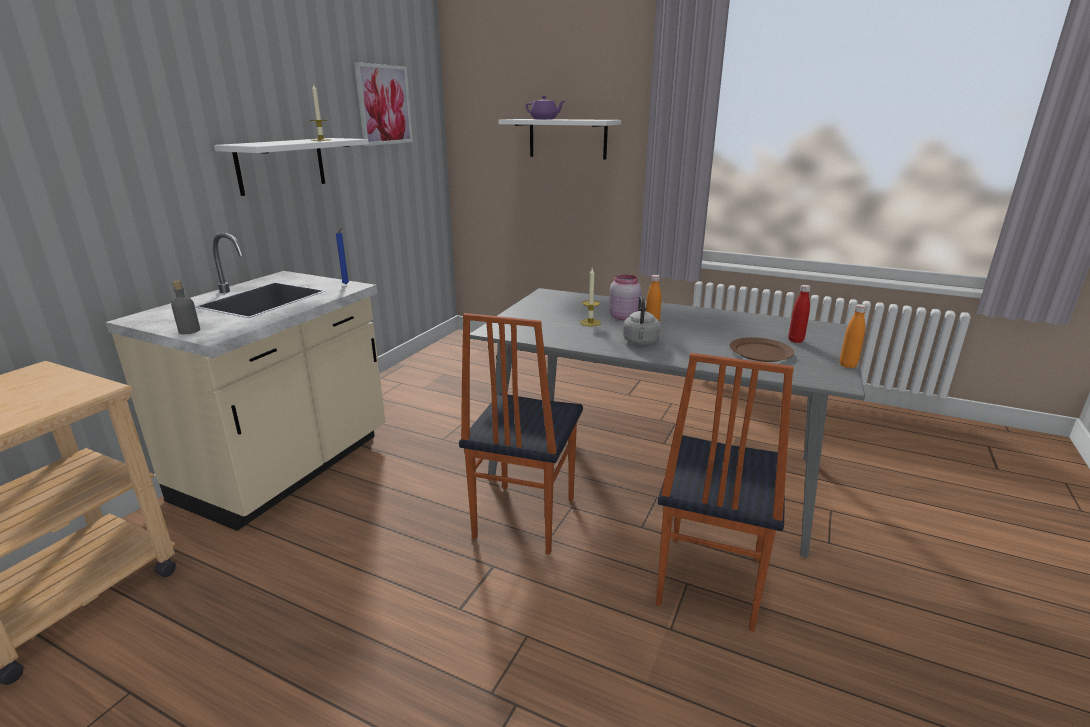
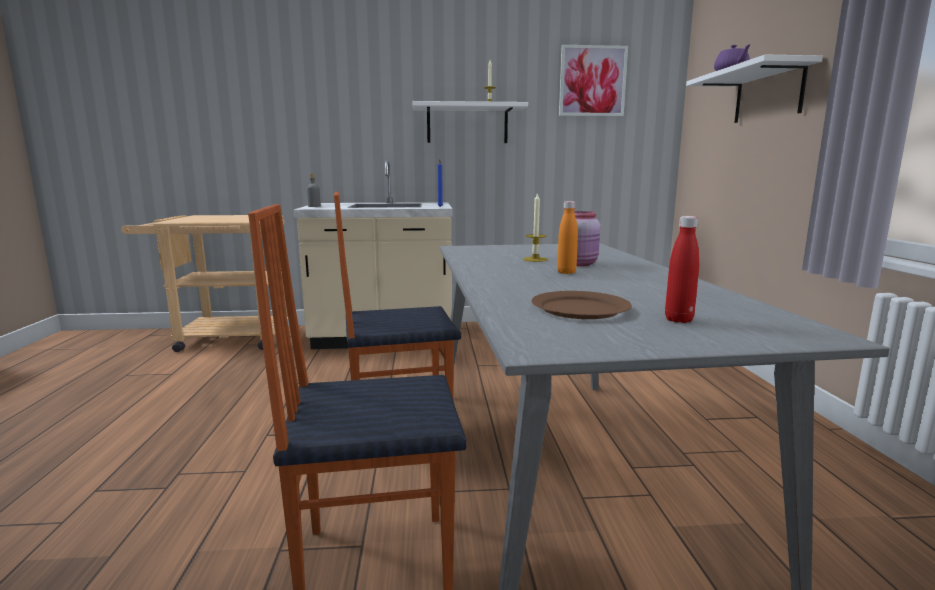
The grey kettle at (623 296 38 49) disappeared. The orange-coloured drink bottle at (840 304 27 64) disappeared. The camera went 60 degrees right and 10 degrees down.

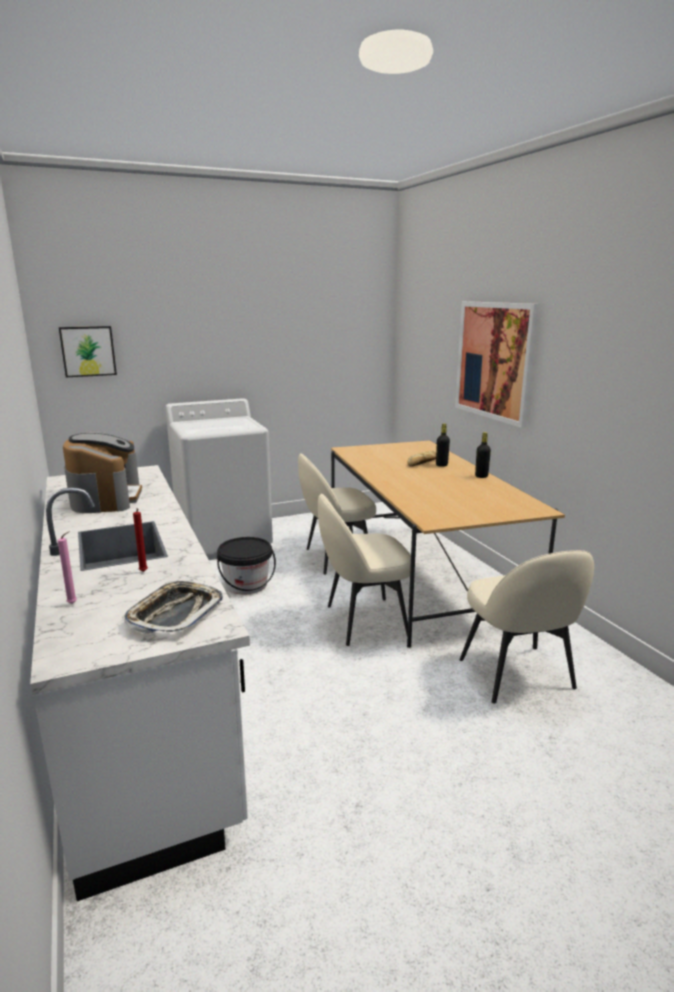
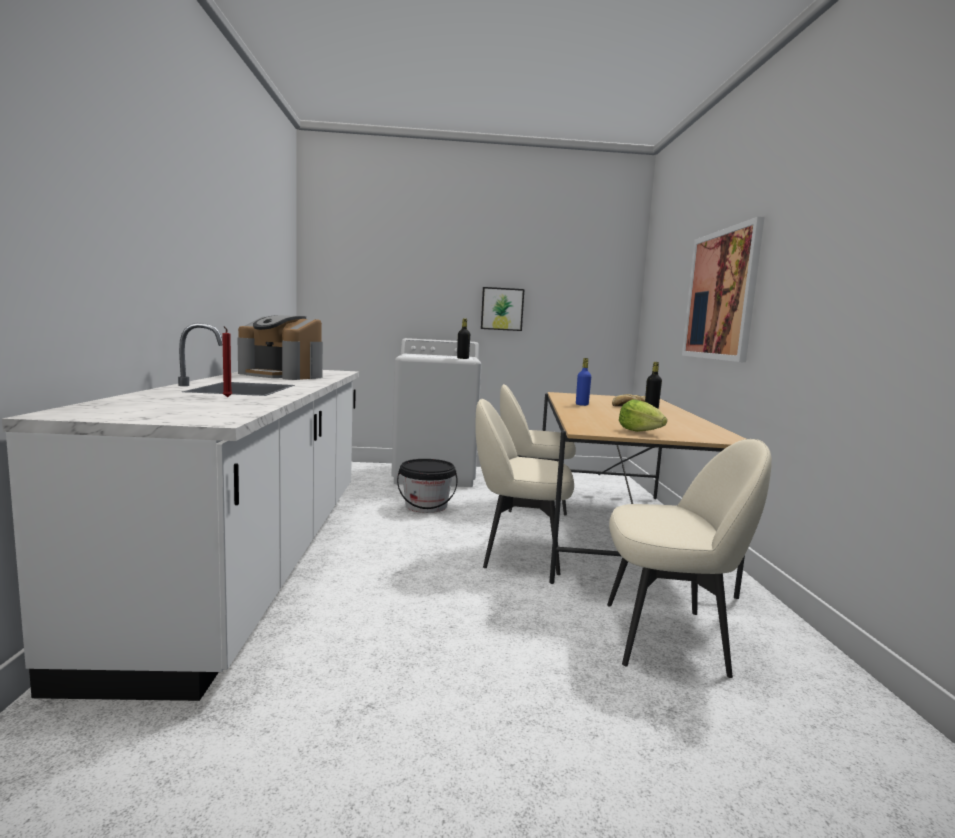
The wall picture moved from (59 326 58 51) to (481 287 43 44). The coffee brewer at (63 431 79 82) turned 105 degrees clockwise. The black drink bottle moved from (475 432 16 46) to (457 318 13 41). The pinkish wax light at (58 531 19 73) disappeared. The sand-coloured plain chair at (459 550 135 154) turned 90 degrees counterclockwise. The tray at (124 581 99 53) disappeared. The bluish drink bottle at (576 358 15 48) appeared. The lettuce at (619 399 48 33) appeared. The camera went 20 degrees right and 10 degrees down.

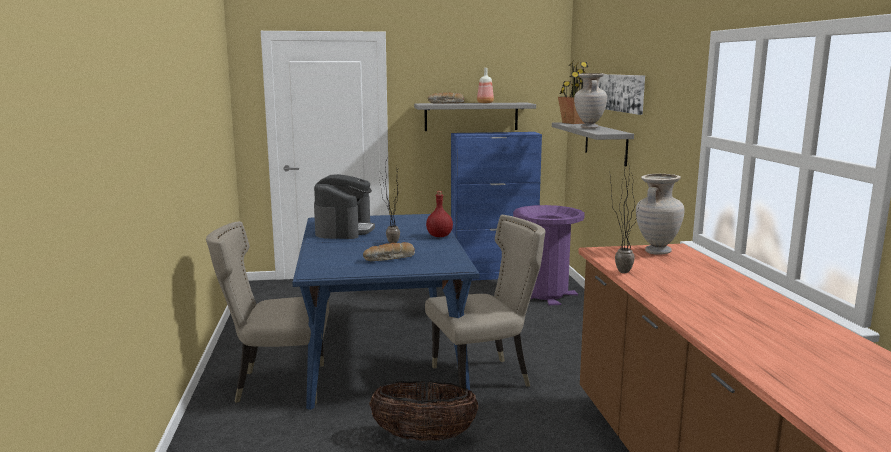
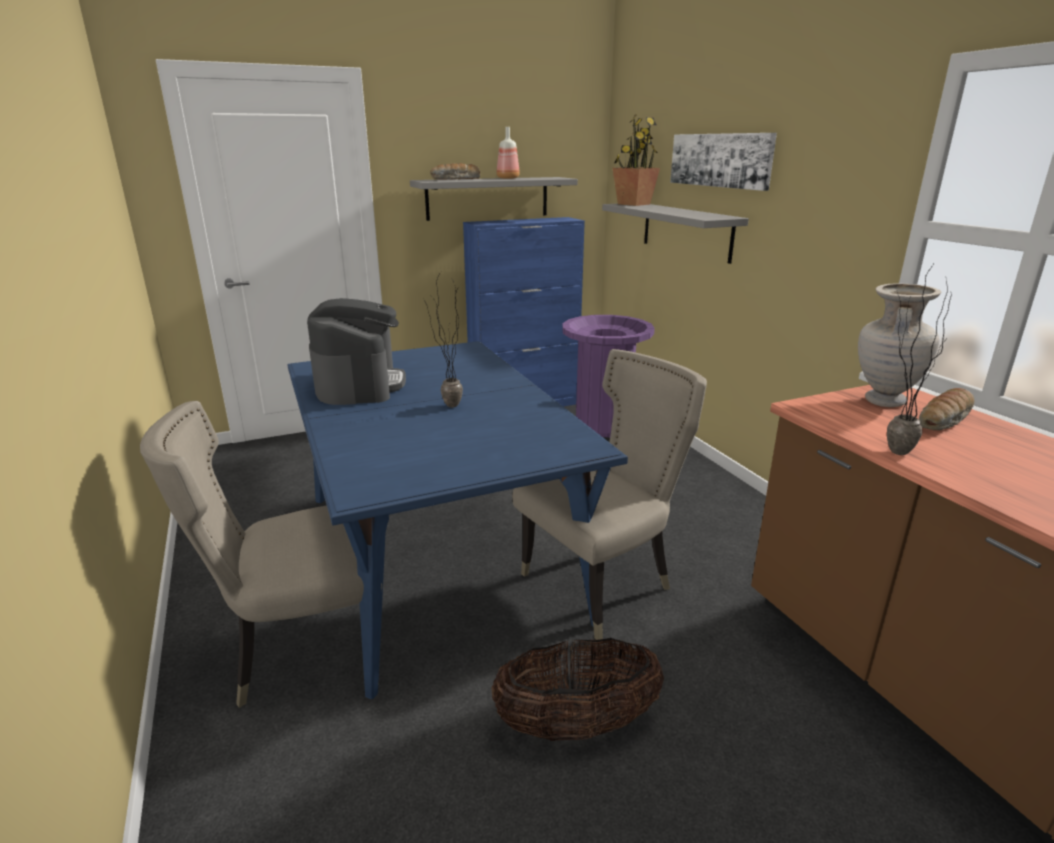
The sand-coloured flower vase at (574 73 33 56) disappeared. The red drink bottle at (426 191 27 46) disappeared. The baked bread moved from (363 242 52 19) to (919 388 55 43). The camera went 15 degrees left and 10 degrees up.

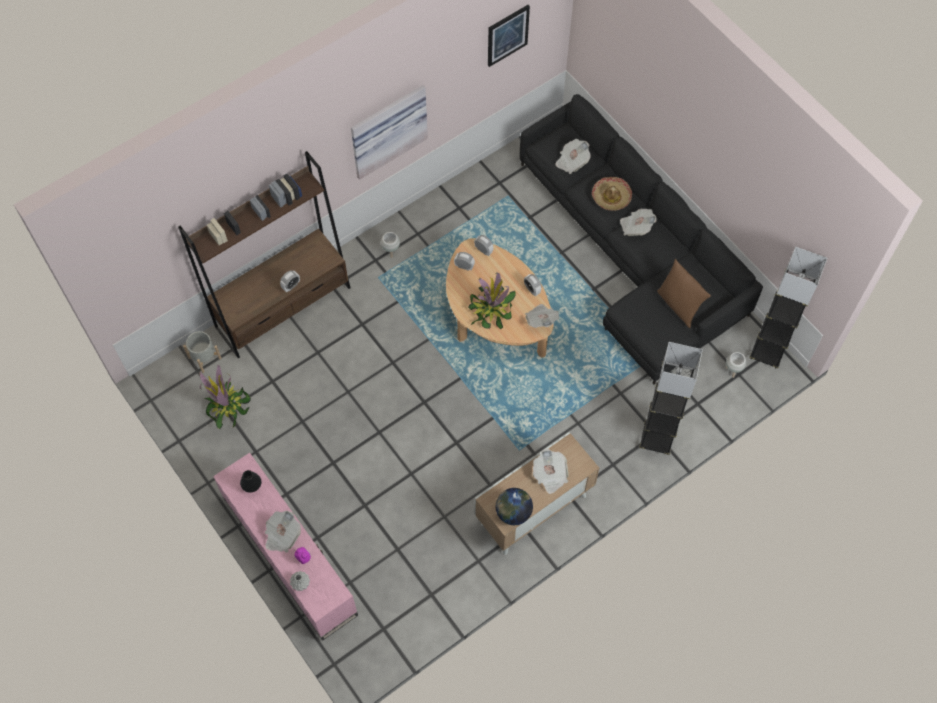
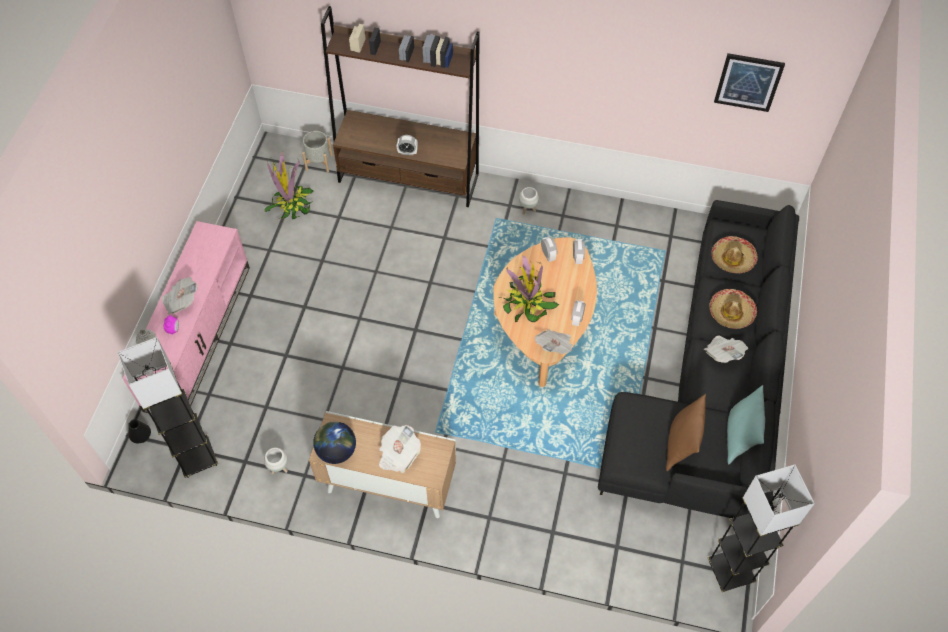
The wall picture at (351 85 77 95) disappeared. The printed paper at (555 139 36 35) was replaced by the hat at (712 236 46 37). The grey standard lamp moved from (639 342 64 113) to (117 337 101 141). The white-coloured flower pot moved from (726 352 20 26) to (264 447 24 27). The black flower vase moved from (240 470 21 23) to (128 419 23 24). The turquoise-coloured throw pillow at (727 385 38 79) appeared. The camera went 50 degrees right and 5 degrees down.

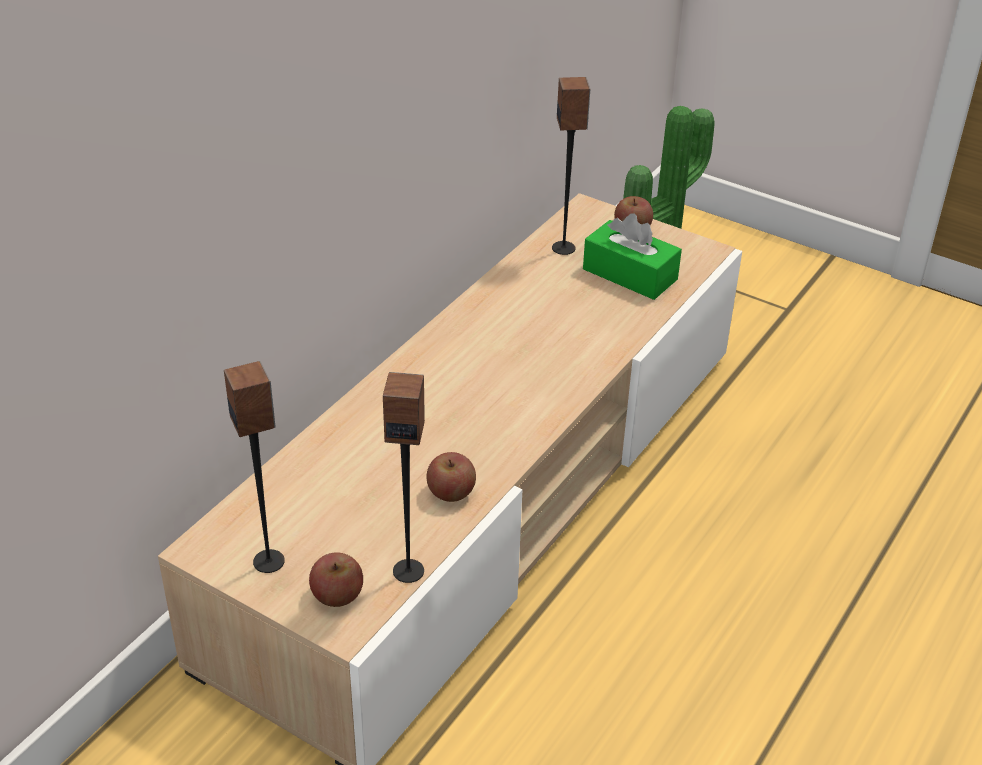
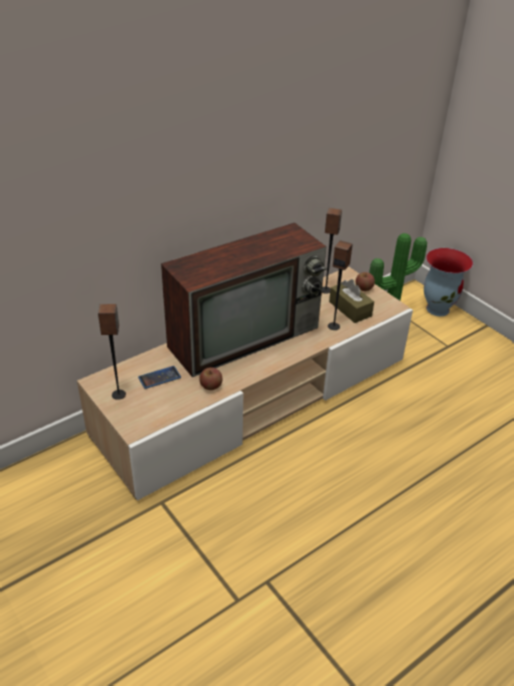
The green box of tissues at (583 213 99 87) became the brown box of tissues at (329 279 45 44). The loudspeaker moved from (383 372 42 211) to (328 240 25 90). The whole apple at (309 552 54 55) disappeared. The TV set at (161 223 166 154) appeared. The flower vase at (424 248 49 68) appeared. The handset at (138 366 43 23) appeared. The camera went 20 degrees right and 0 degrees up.

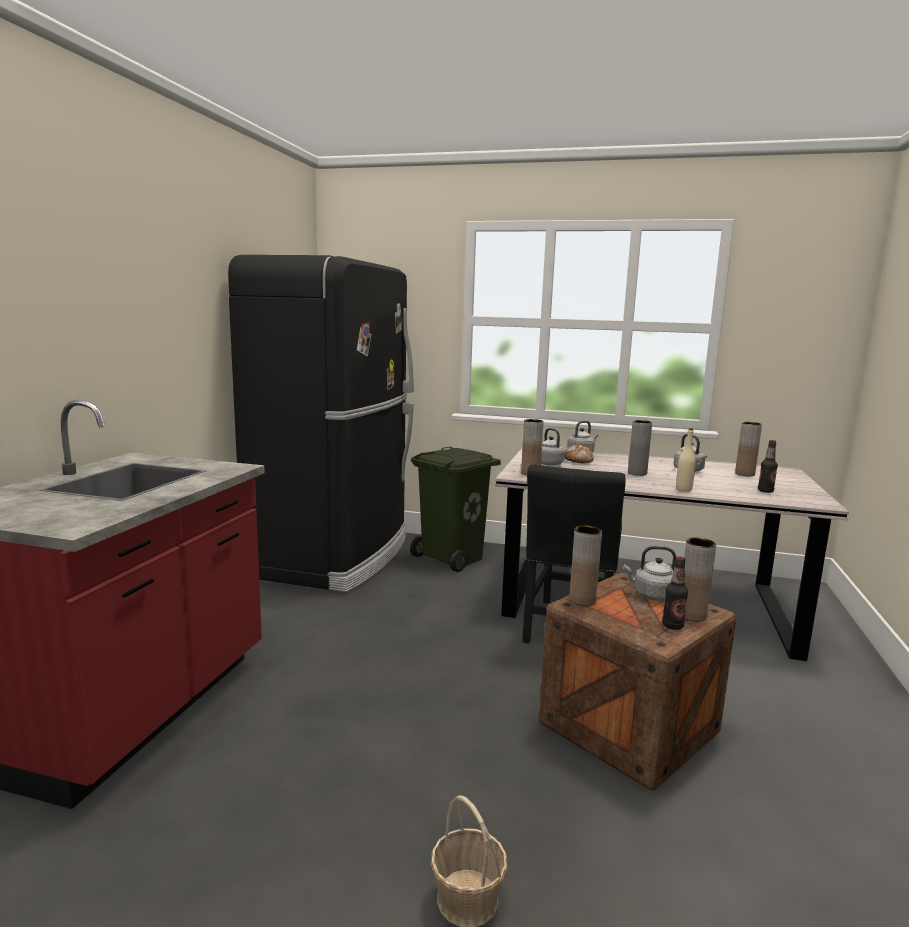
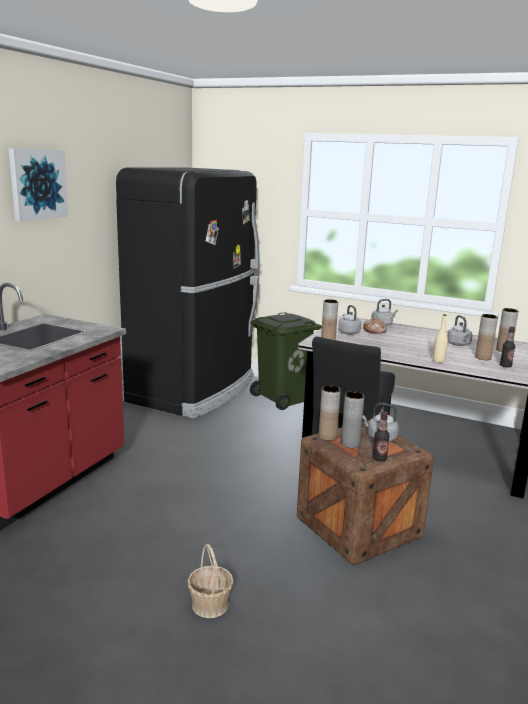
The grey flower vase moved from (628 420 24 56) to (341 391 23 57). The brown flower vase moved from (684 537 32 85) to (475 314 23 46). The wall picture at (9 149 59 72) appeared. The camera went 10 degrees right and 5 degrees up.

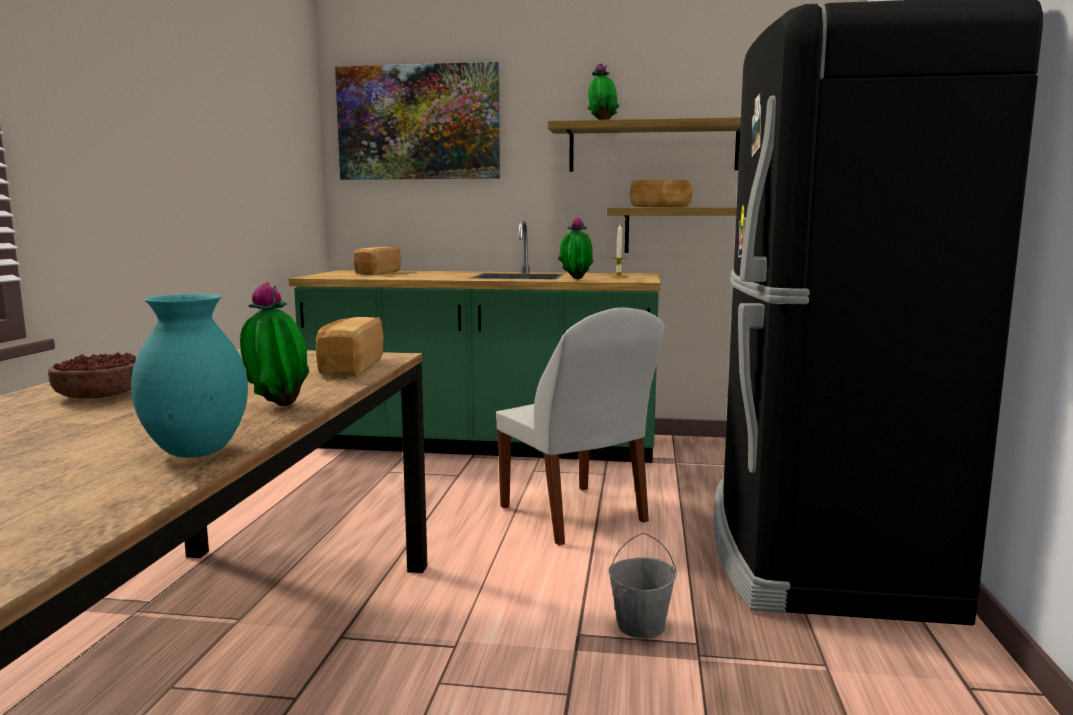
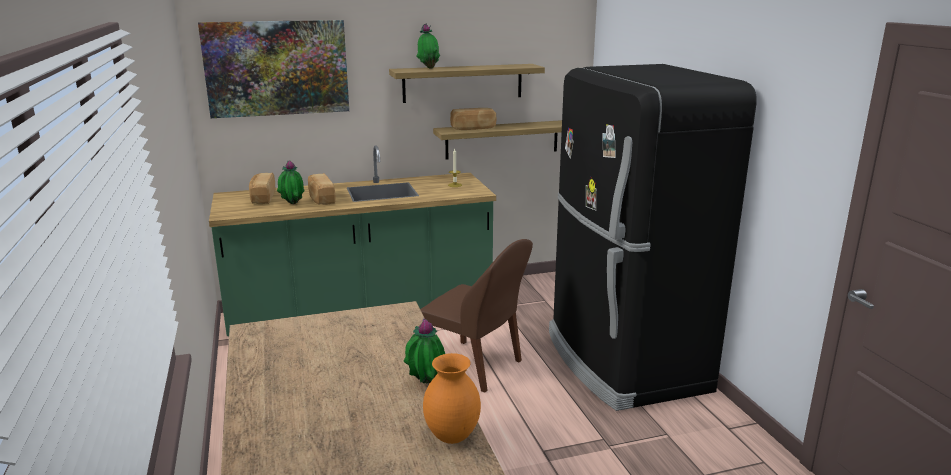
The houseplant moved from (558 217 36 62) to (277 160 28 44). The turquoise-coloured flower vase at (131 294 117 163) became the orange-coloured flower vase at (423 353 58 91). The white-coloured plain chair at (496 308 169 237) became the brown plain chair at (420 239 113 154). The baked bread moved from (316 317 67 60) to (308 173 28 32). The serving bowl at (48 352 88 46) disappeared. The grey pail at (609 533 68 106) disappeared. The camera went 25 degrees left and 10 degrees up.

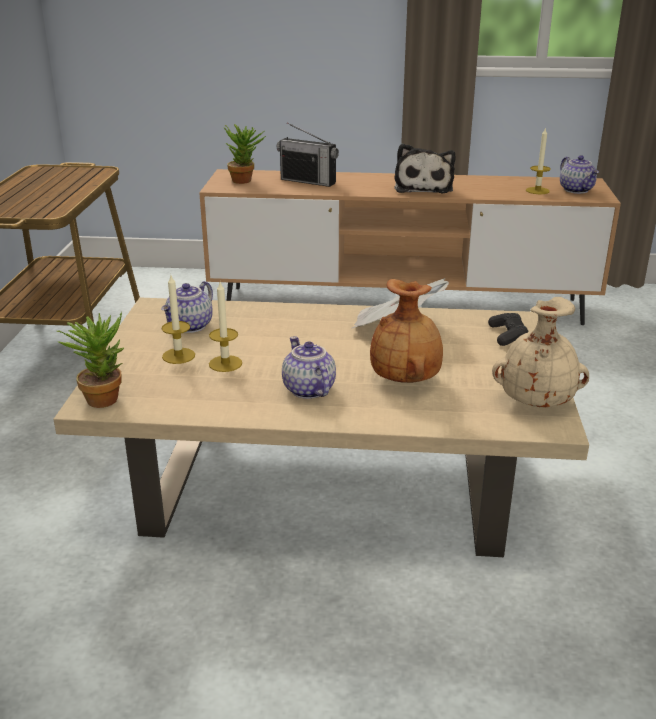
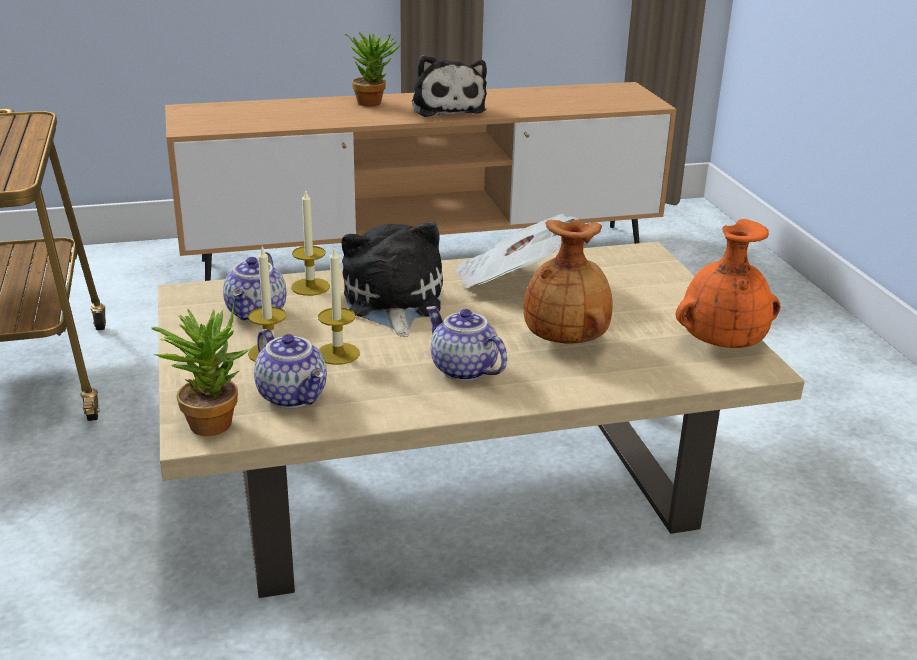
The radio set at (277 122 62 65) disappeared. The houseplant moved from (224 124 42 60) to (345 32 55 74). The wax light moved from (526 127 25 67) to (291 189 39 107). The pot for tea moved from (560 155 39 39) to (254 329 73 80). The sand-coloured flower vase at (492 297 97 111) became the orange-coloured flower vase at (675 219 105 129). The black gamepad at (488 313 40 33) disappeared. The plush toy at (342 222 101 115) appeared. The camera went 20 degrees left and 0 degrees up.

